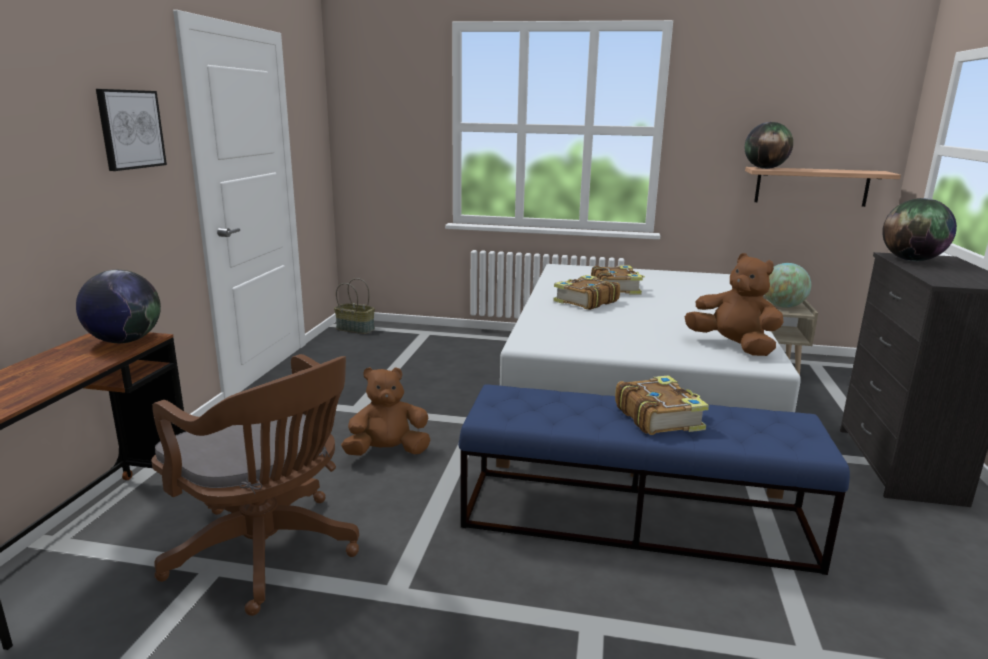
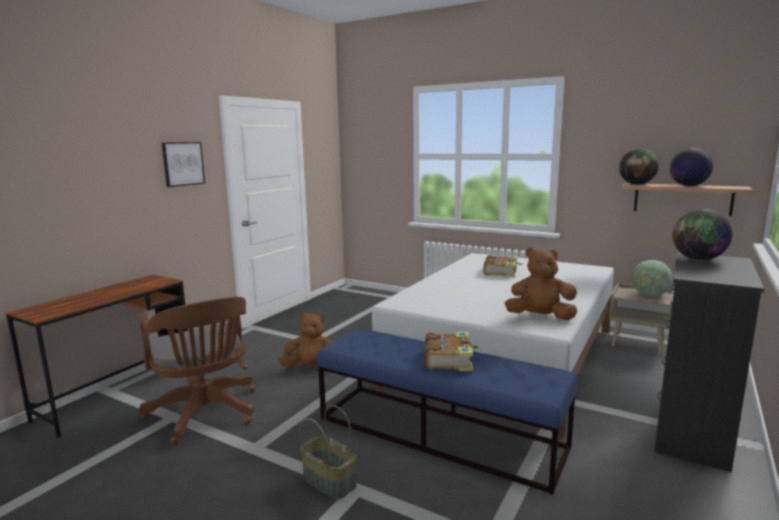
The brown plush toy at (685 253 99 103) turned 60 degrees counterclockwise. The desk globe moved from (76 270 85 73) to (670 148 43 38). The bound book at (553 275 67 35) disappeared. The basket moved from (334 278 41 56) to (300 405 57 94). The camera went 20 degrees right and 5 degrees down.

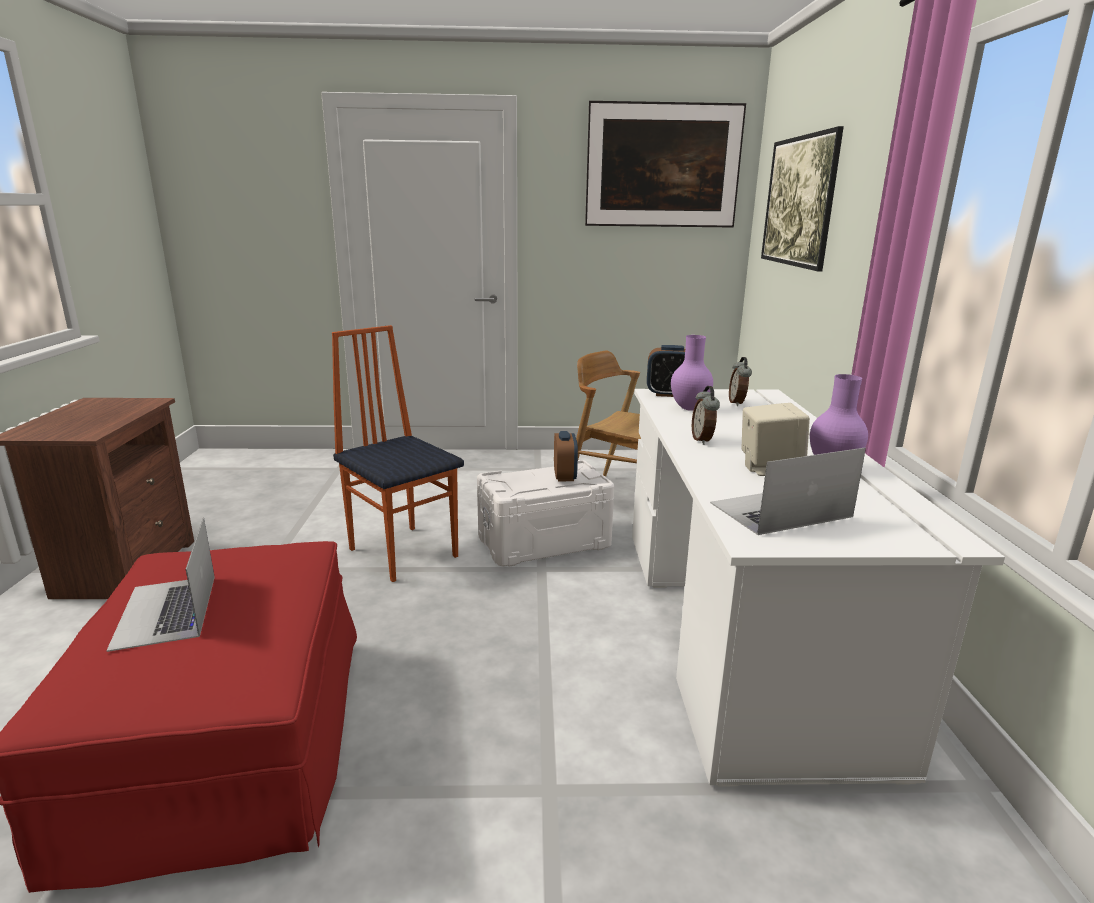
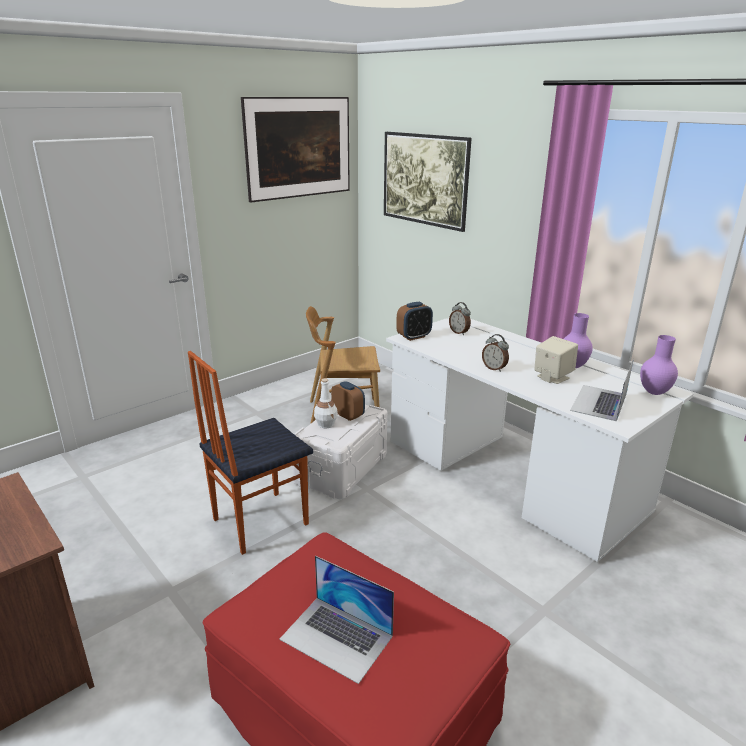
The plain chair at (332 325 132 257) turned 45 degrees counterclockwise. The purplish flower vase moved from (671 335 42 76) to (640 335 38 60). The white-coloured drink bottle at (314 378 24 50) appeared. The camera went 40 degrees left and 5 degrees up.

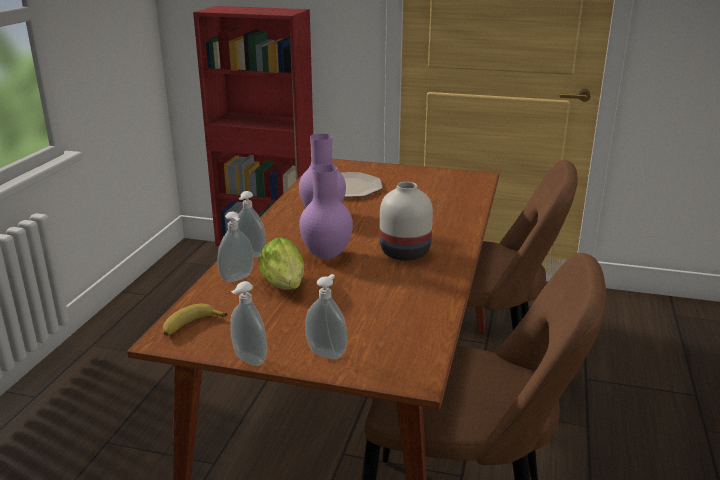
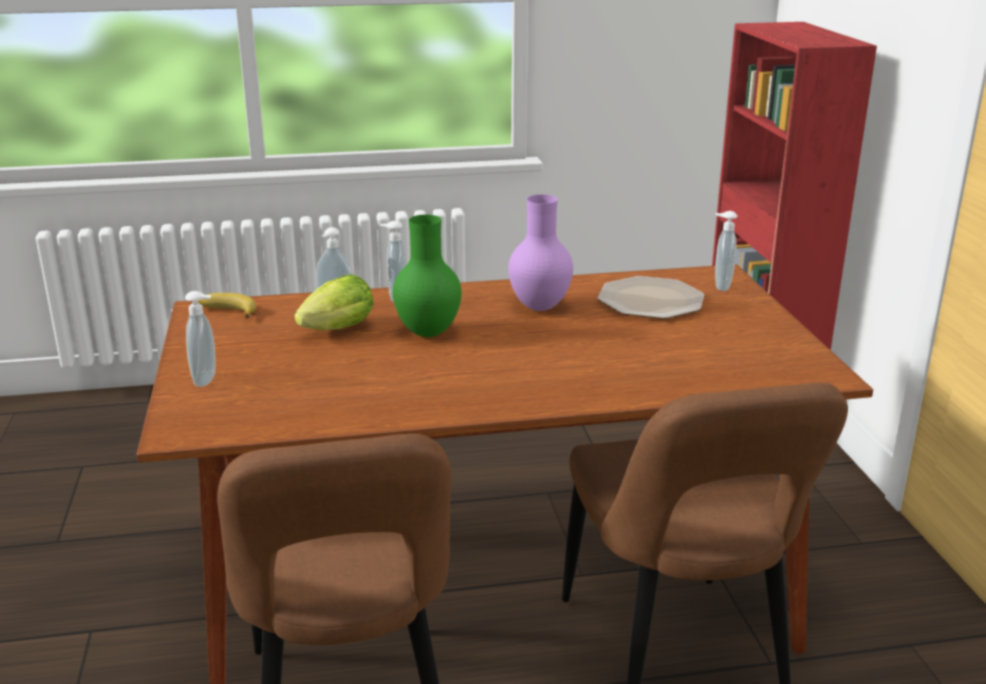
The purplish flower vase at (299 164 54 95) became the green flower vase at (393 215 69 122). The white-coloured flower vase at (380 182 53 79) disappeared. The liquid soap bottle moved from (230 281 37 85) to (715 211 22 80). The camera went 65 degrees right and 0 degrees up.

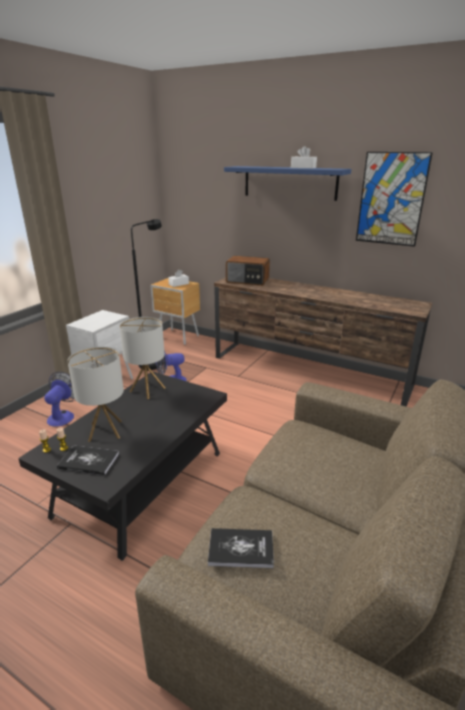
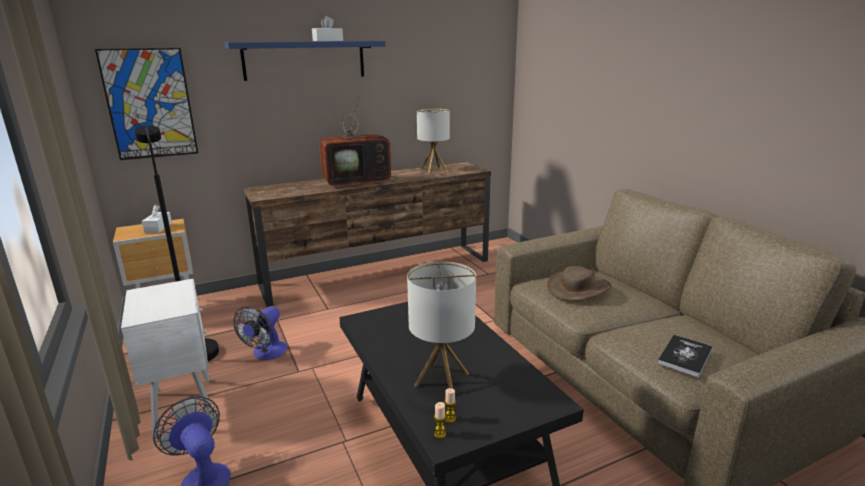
The wall picture moved from (356 152 77 95) to (95 48 103 112). The radio set at (226 256 44 30) disappeared. The lamp for a table moved from (120 317 46 82) to (417 109 33 64). The bound book at (57 445 62 30) disappeared. The TV set at (319 96 78 92) appeared. The brown hat at (547 266 65 35) appeared. The camera went 55 degrees left and 5 degrees down.

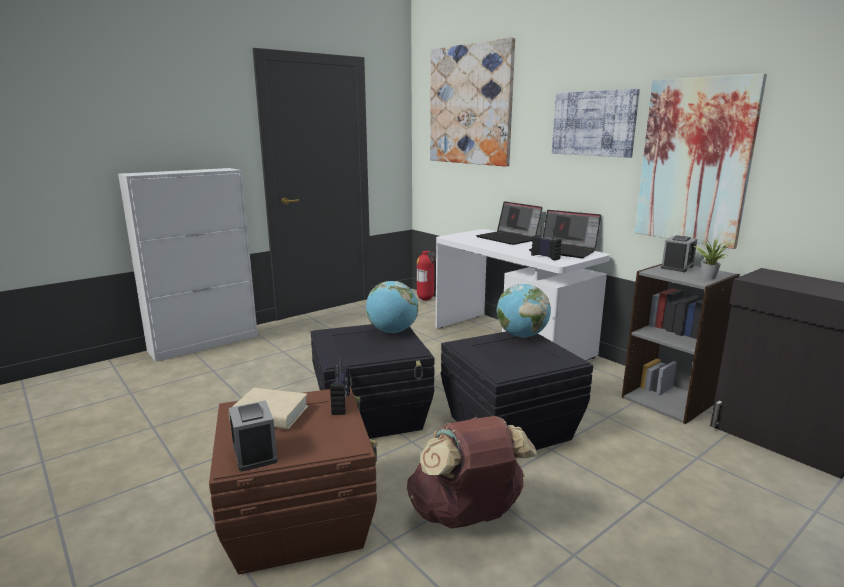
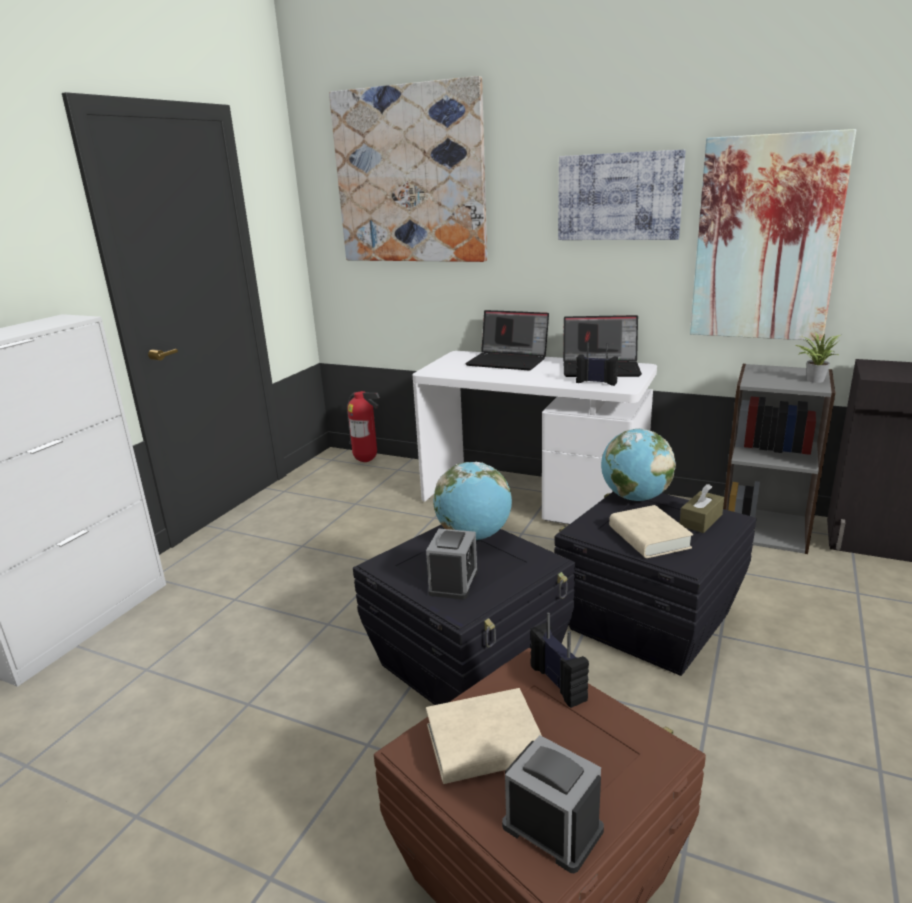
The table clock moved from (661 235 37 37) to (426 529 52 71). The brown backpack at (407 416 130 112) disappeared. The brown box of tissues at (680 484 44 49) appeared. The sand-coloured bound book at (609 505 84 53) appeared. The camera went 25 degrees left and 5 degrees up.

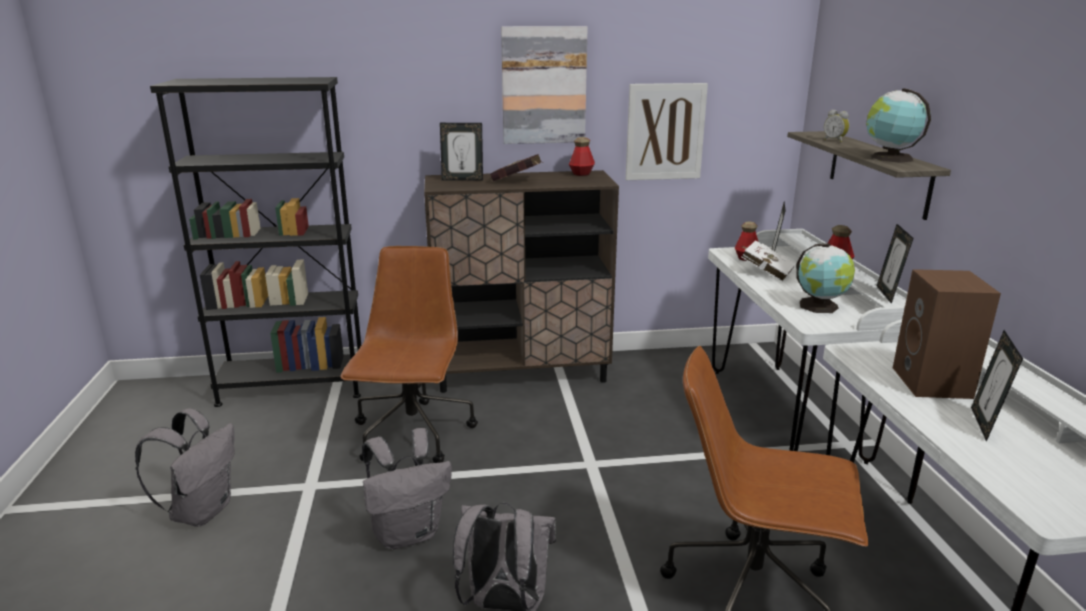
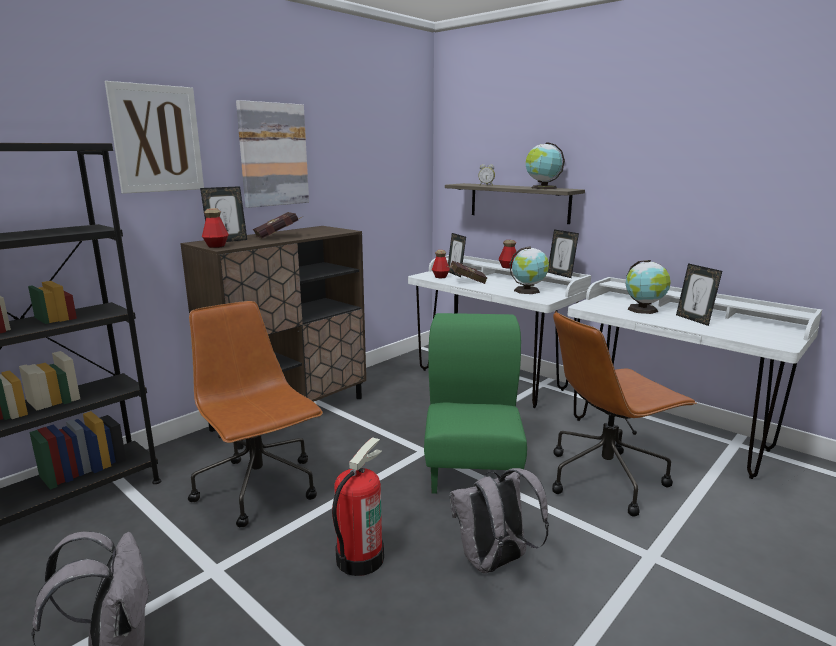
The wall picture moved from (626 83 82 97) to (105 81 99 113). The drink bottle moved from (569 137 26 39) to (202 208 27 40). The white-coloured bound book at (741 240 55 42) became the red bound book at (447 261 41 23). The brown loudspeaker at (893 269 108 130) was replaced by the desk globe at (626 260 45 54). The grey backpack at (362 428 90 121) was replaced by the fire-fighting cylinder at (332 437 52 139). The green plain chair at (424 313 103 181) appeared. The camera went 40 degrees left and 5 degrees down.

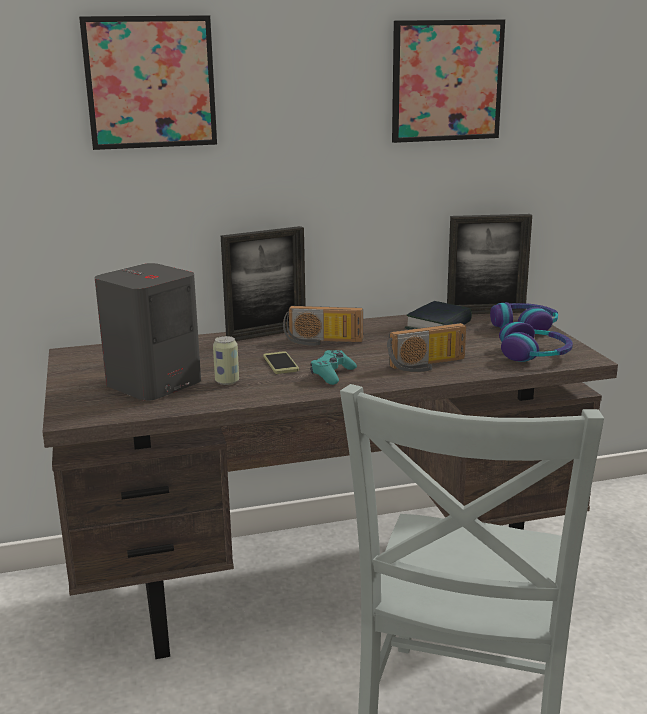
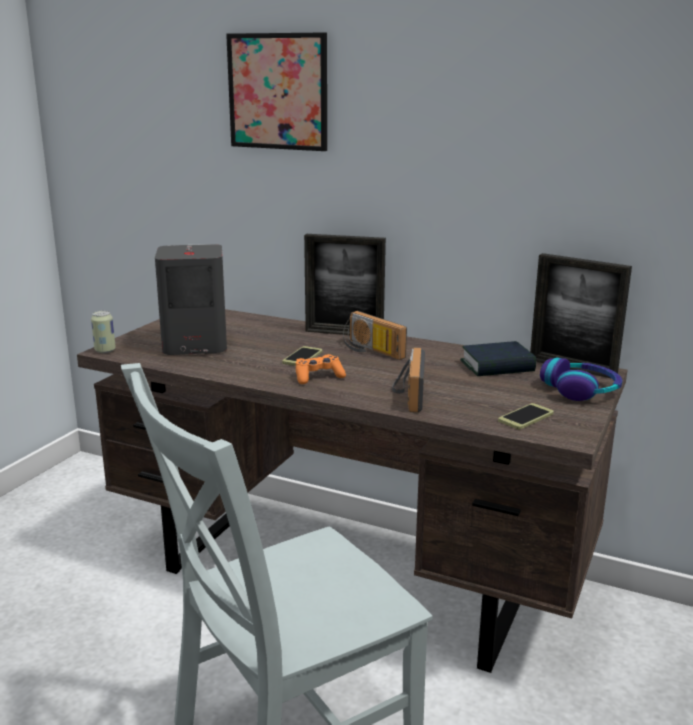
The wall picture at (392 20 113 123) disappeared. The headphones at (499 322 74 40) was replaced by the handset at (498 403 56 26). The radio set at (387 323 79 49) turned 75 degrees clockwise. The sealed can moved from (213 336 26 49) to (91 311 25 42). The turquoise-coloured gamepad at (310 350 47 35) became the orange-coloured gamepad at (296 354 50 30). The camera went 40 degrees right and 0 degrees up.

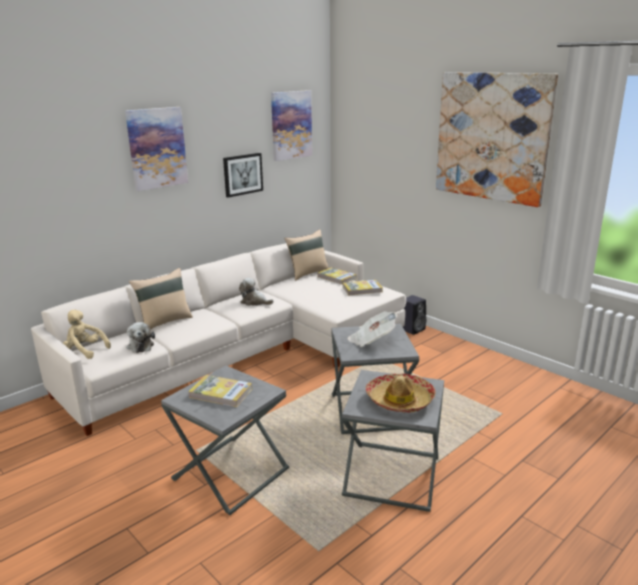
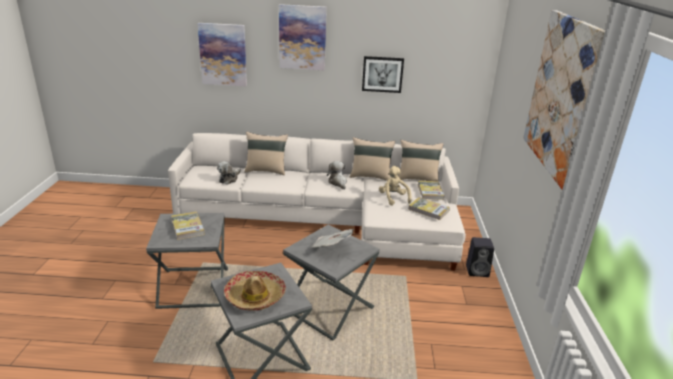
The wall picture moved from (271 90 41 71) to (198 23 49 63). The sand-coloured plush toy moved from (63 310 48 49) to (379 166 32 40). The sand-coloured throw pillow at (350 137 45 44) appeared. The camera went 45 degrees right and 5 degrees up.

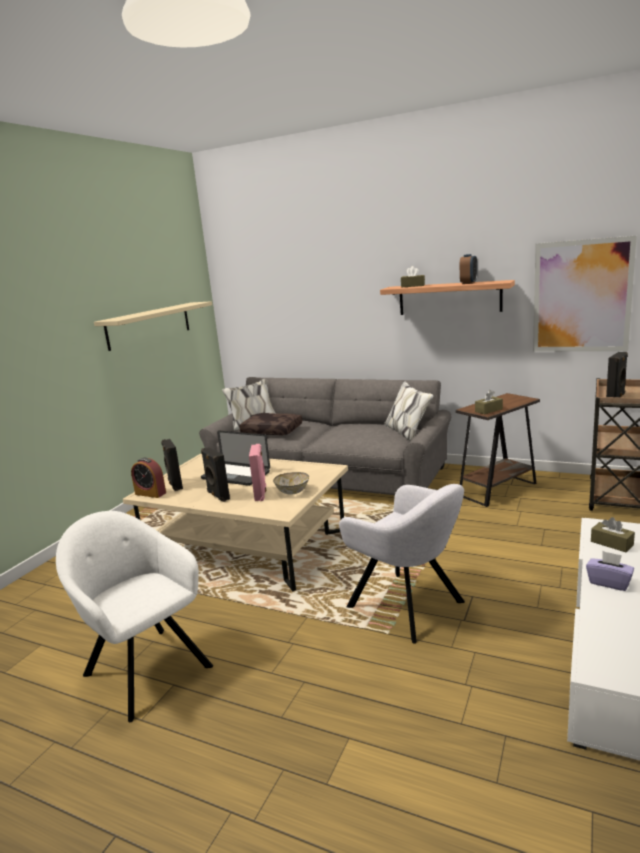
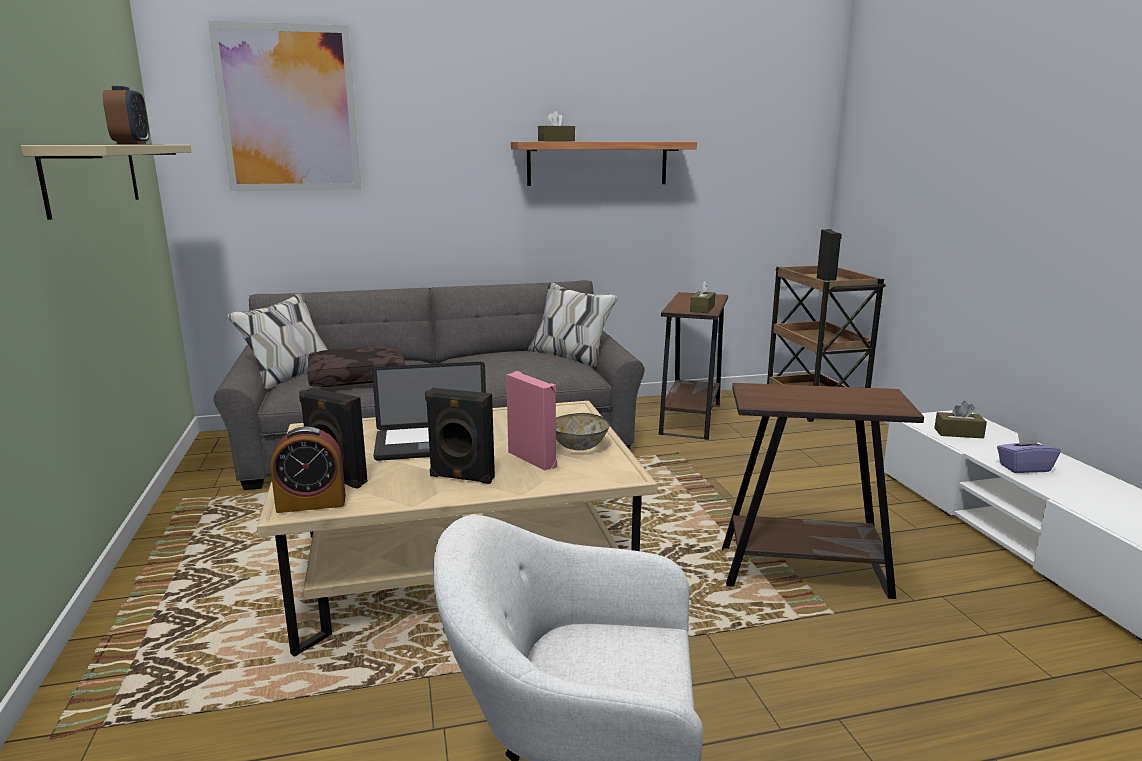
The wall picture moved from (533 236 104 115) to (208 21 153 170). The table clock moved from (460 254 17 30) to (103 86 46 58). The grey lounge chair at (339 484 126 160) was replaced by the brown end table at (722 383 202 216). The camera went 40 degrees left and 0 degrees up.

